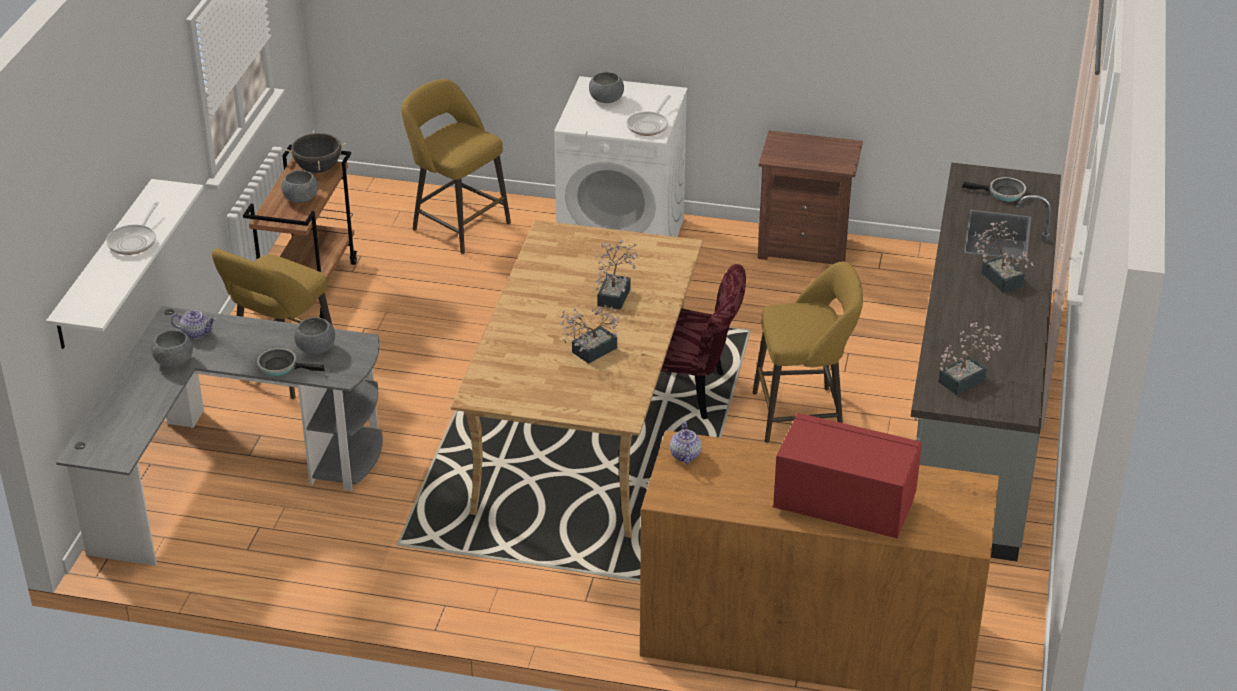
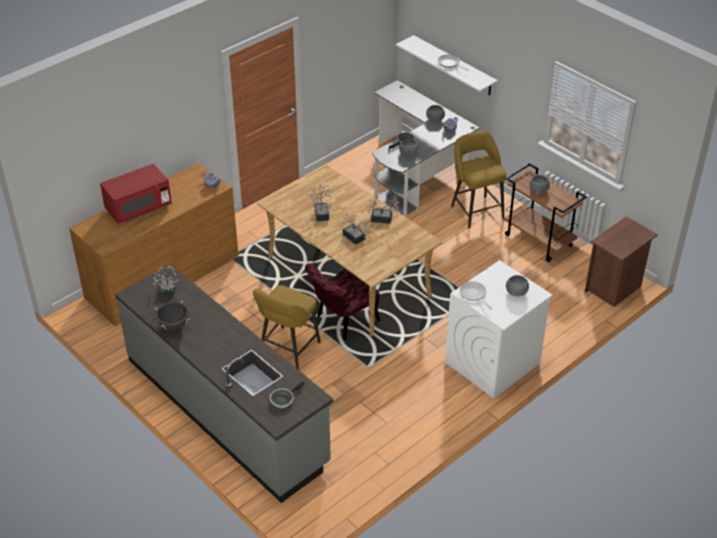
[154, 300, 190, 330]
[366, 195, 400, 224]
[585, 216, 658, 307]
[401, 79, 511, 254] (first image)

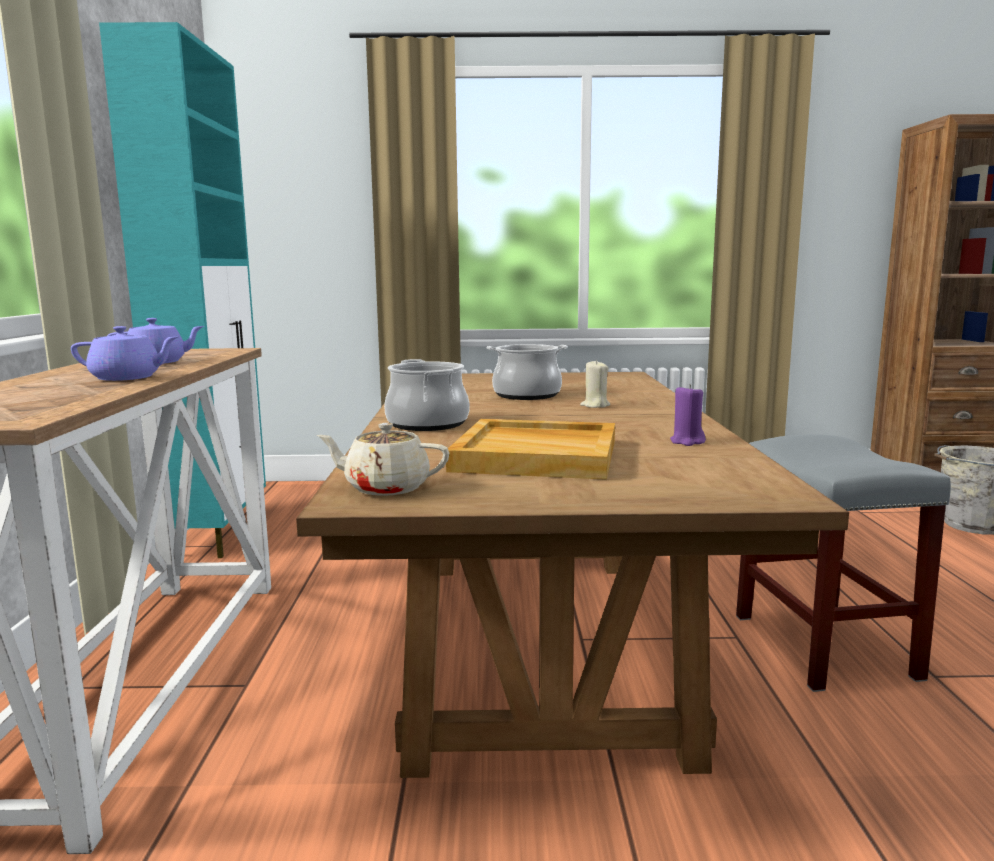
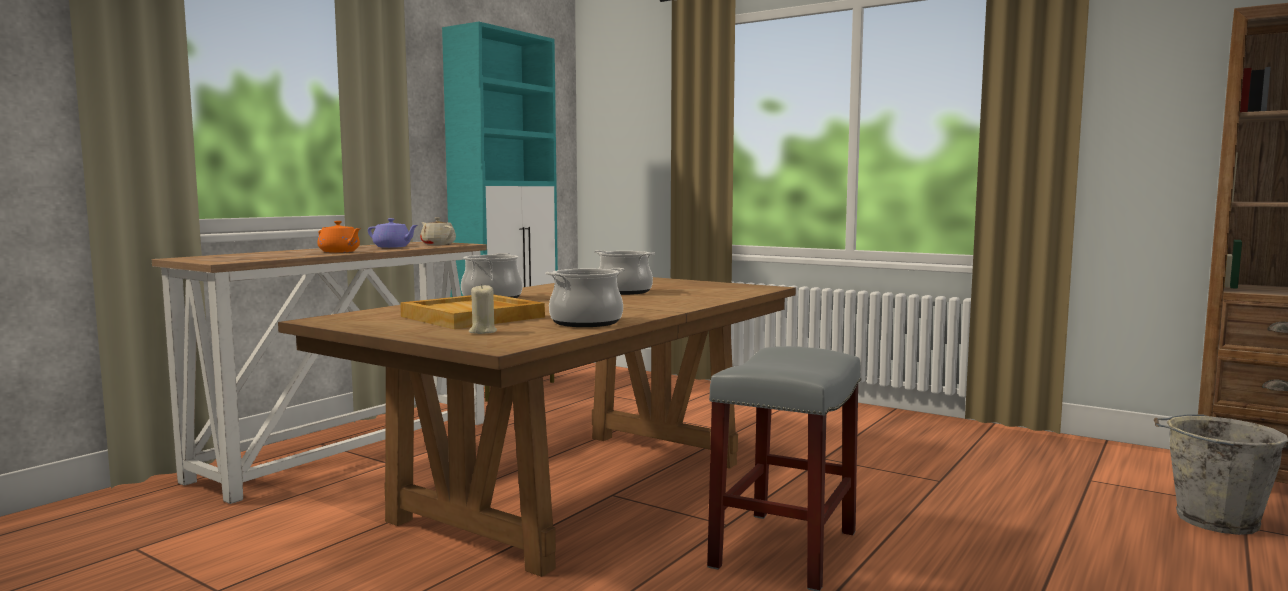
[317, 221, 361, 253]
[420, 217, 456, 245]
[469, 284, 497, 334]
[545, 268, 625, 327]

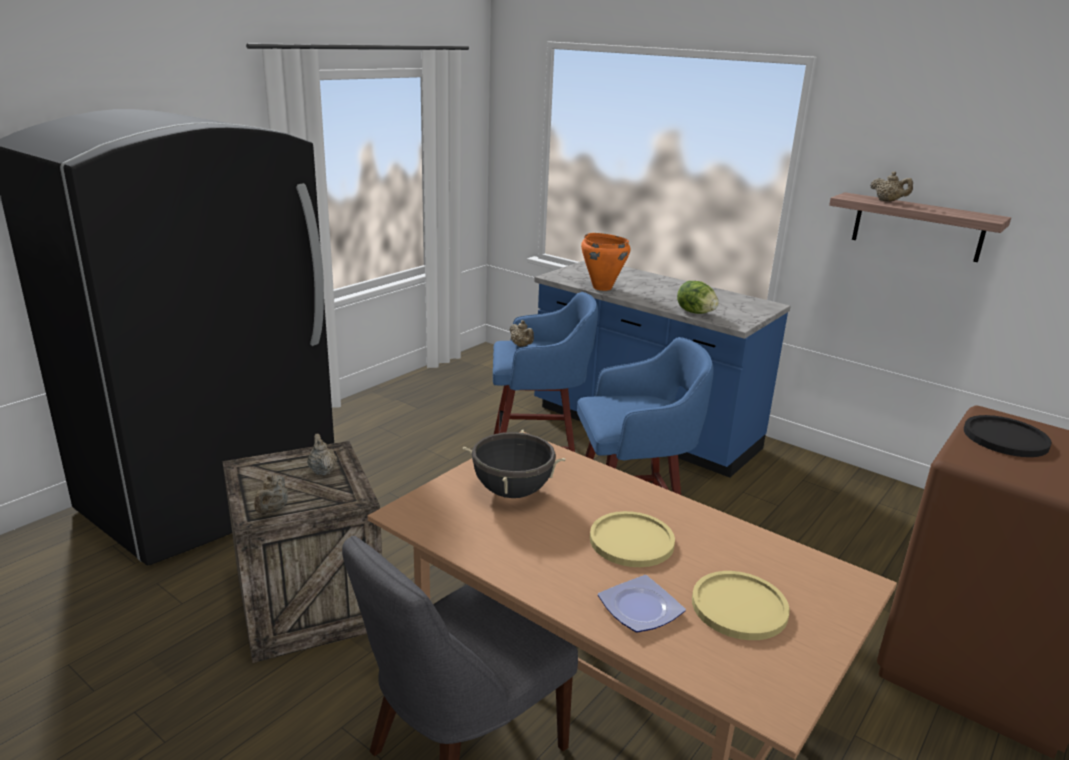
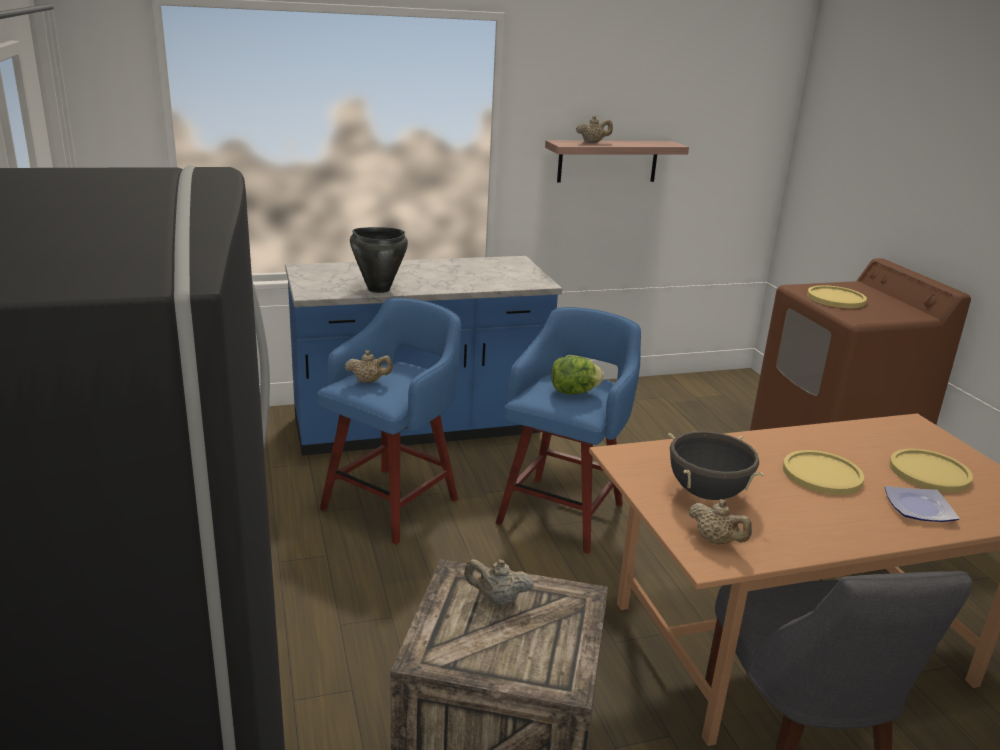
[350, 227, 408, 293]
[551, 356, 604, 394]
[688, 499, 752, 544]
[807, 285, 867, 308]

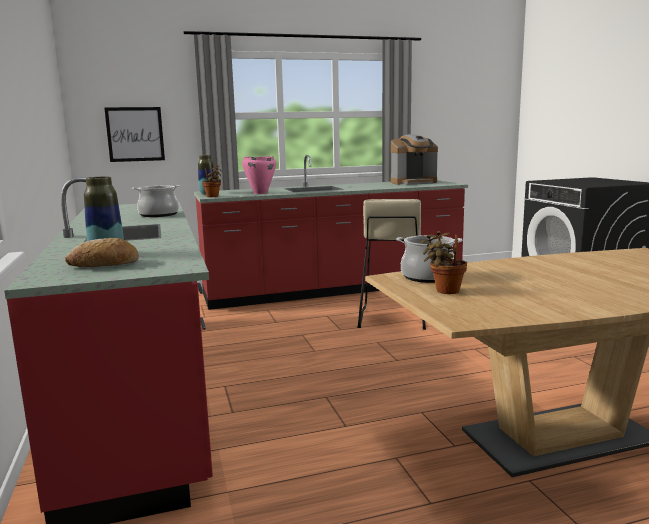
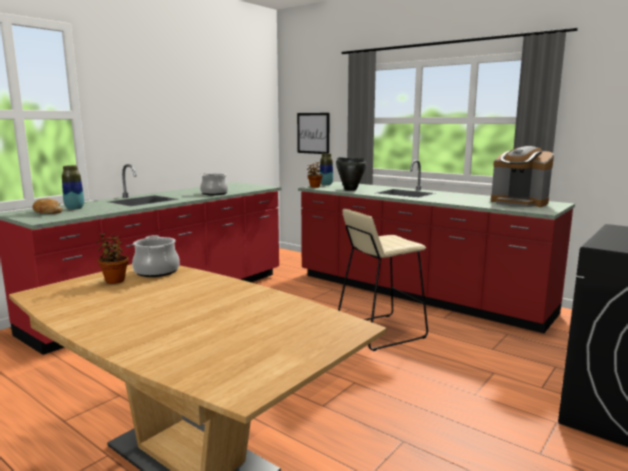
[336, 157, 367, 191]

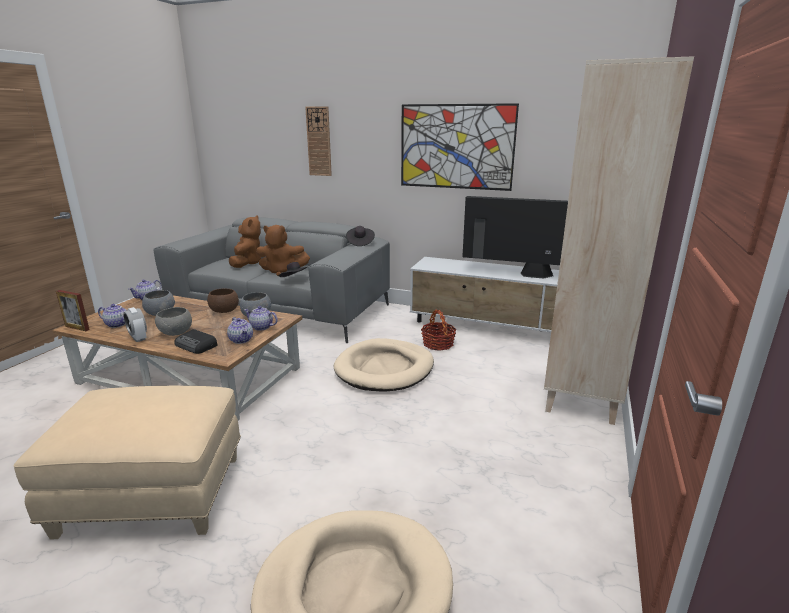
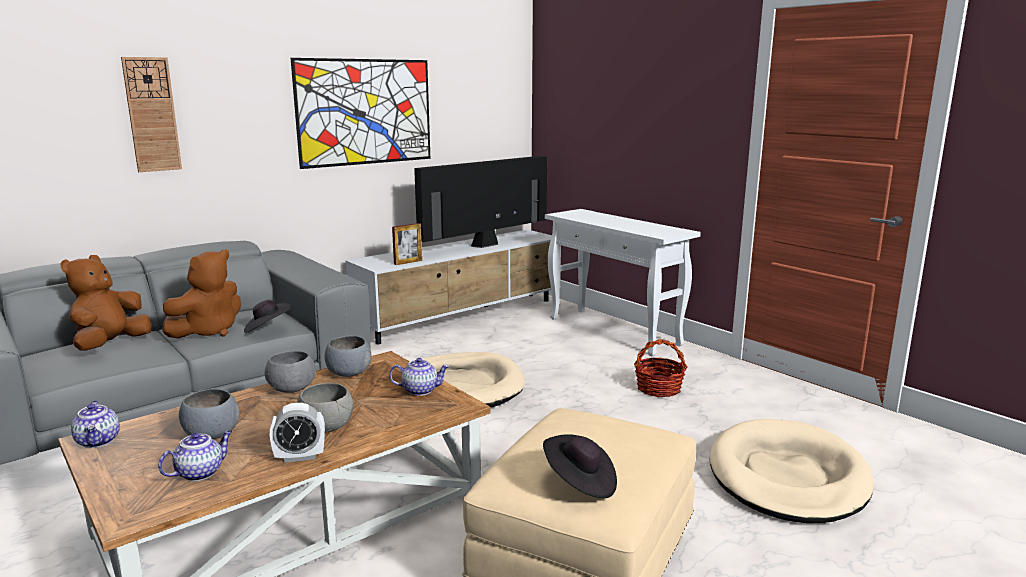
[60, 255, 152, 351]
[265, 351, 316, 393]
[392, 223, 422, 265]
[543, 434, 617, 498]
[545, 209, 701, 356]
[634, 339, 688, 397]
[174, 329, 218, 354] (first image)
[244, 306, 278, 331] (first image)

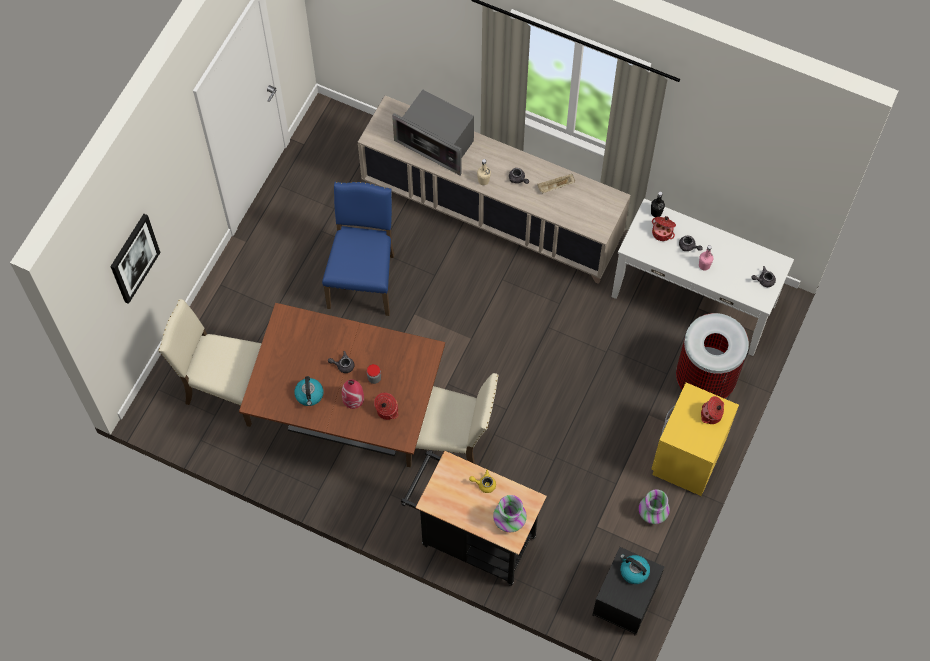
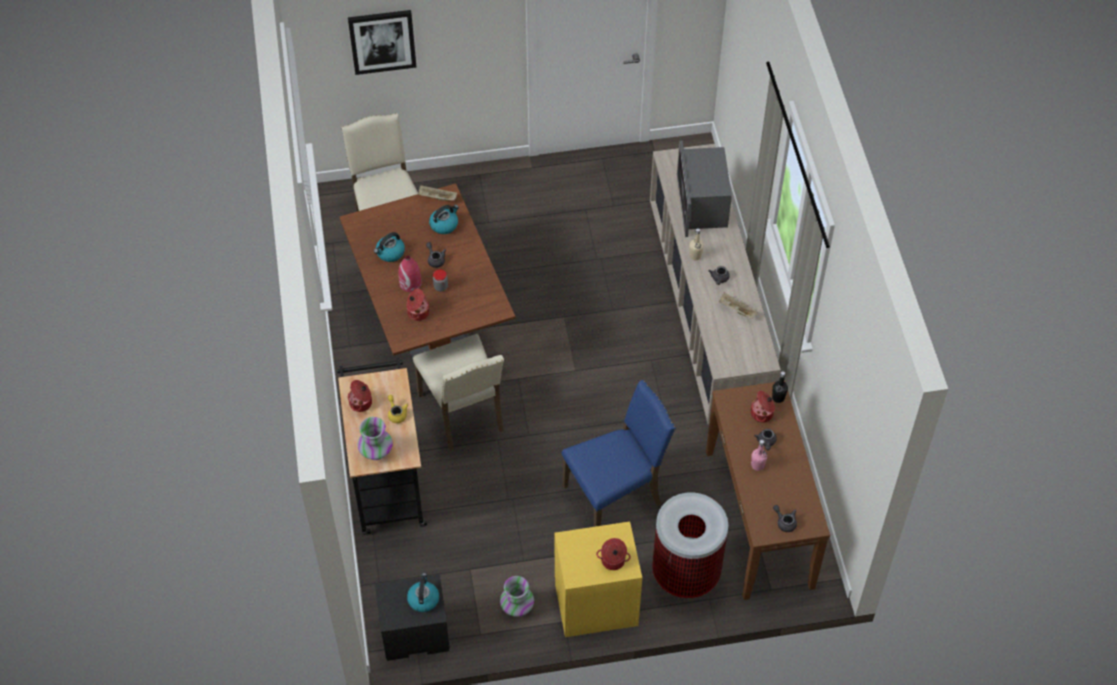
[347, 380, 372, 412]
[419, 185, 457, 201]
[429, 205, 459, 234]
[561, 380, 676, 527]
[706, 381, 830, 600]

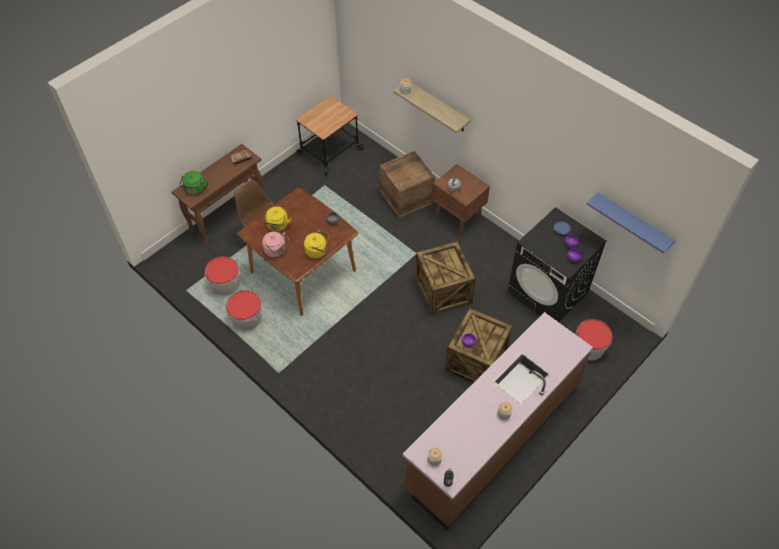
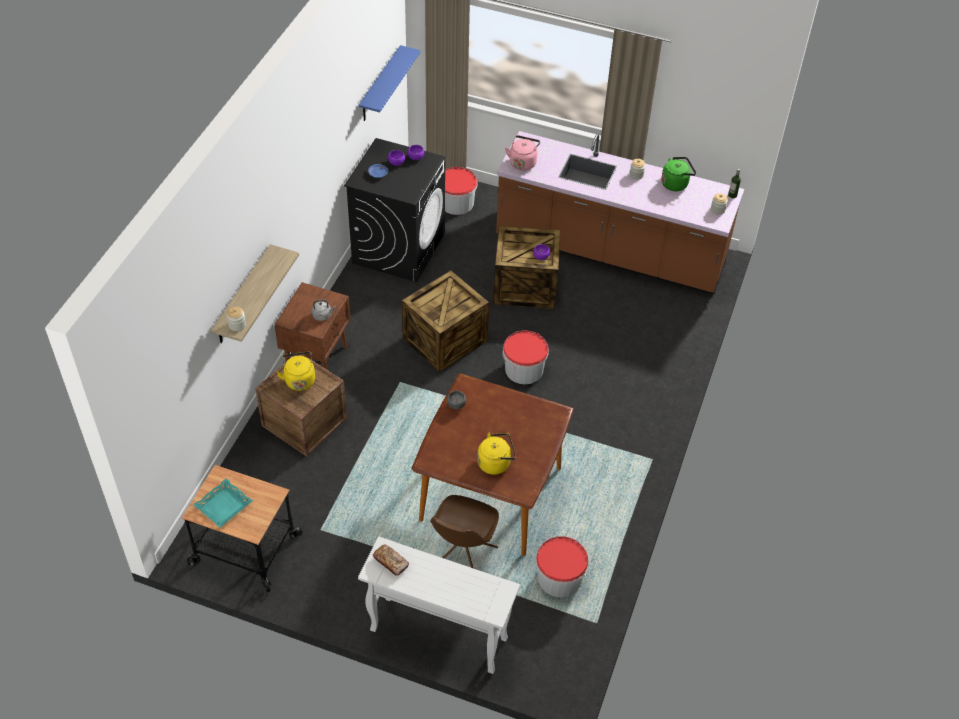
[193, 478, 253, 528]
[277, 352, 315, 391]
[358, 536, 520, 674]
[503, 330, 549, 384]
[505, 135, 540, 171]
[661, 157, 696, 191]

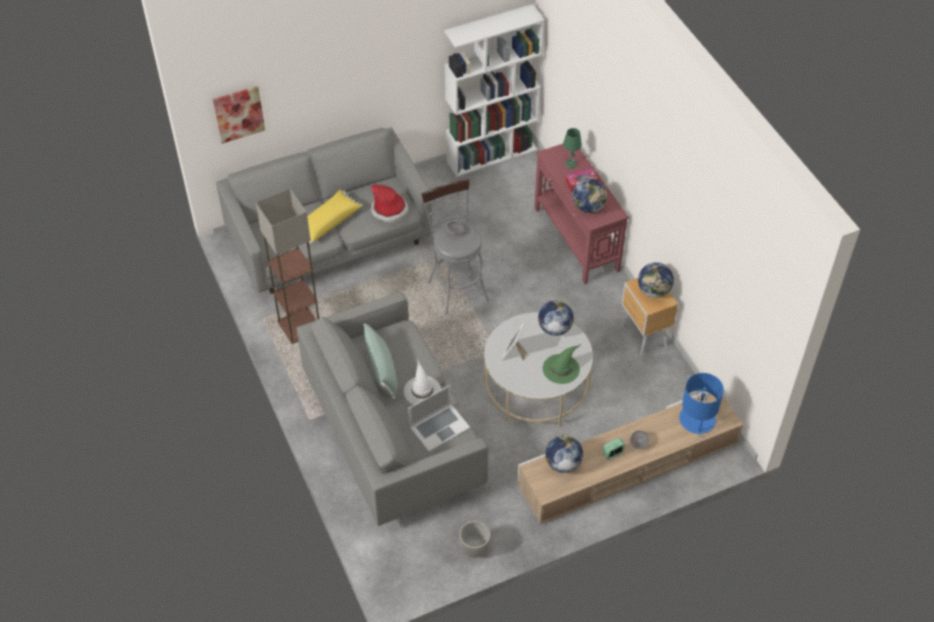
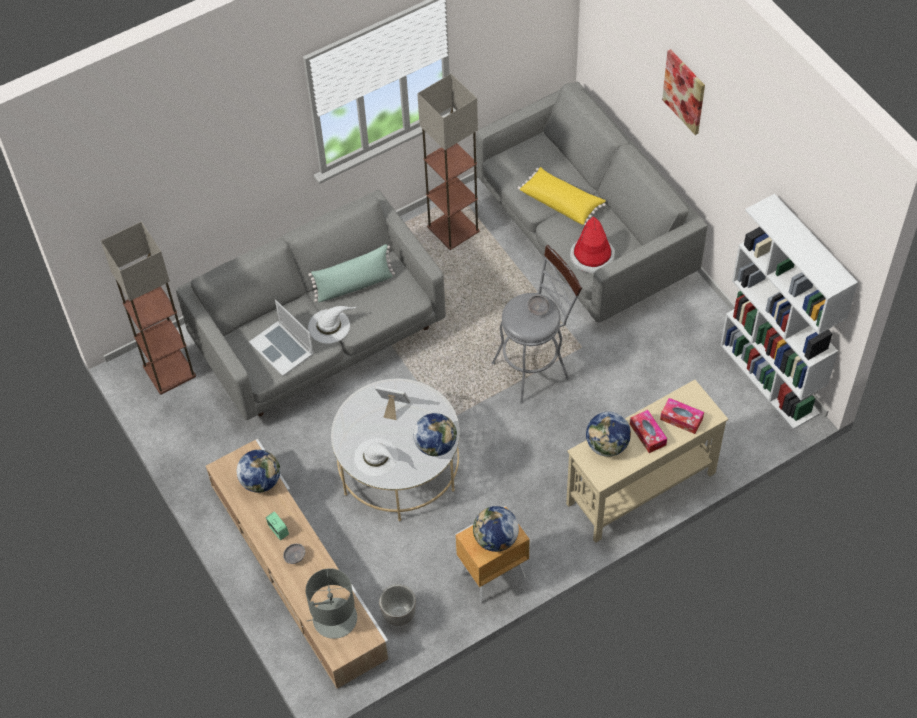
[101, 221, 196, 395]
[306, 568, 357, 639]
[354, 438, 399, 476]
[379, 584, 416, 626]
[566, 380, 728, 543]
[660, 398, 704, 434]
[662, 49, 705, 135]

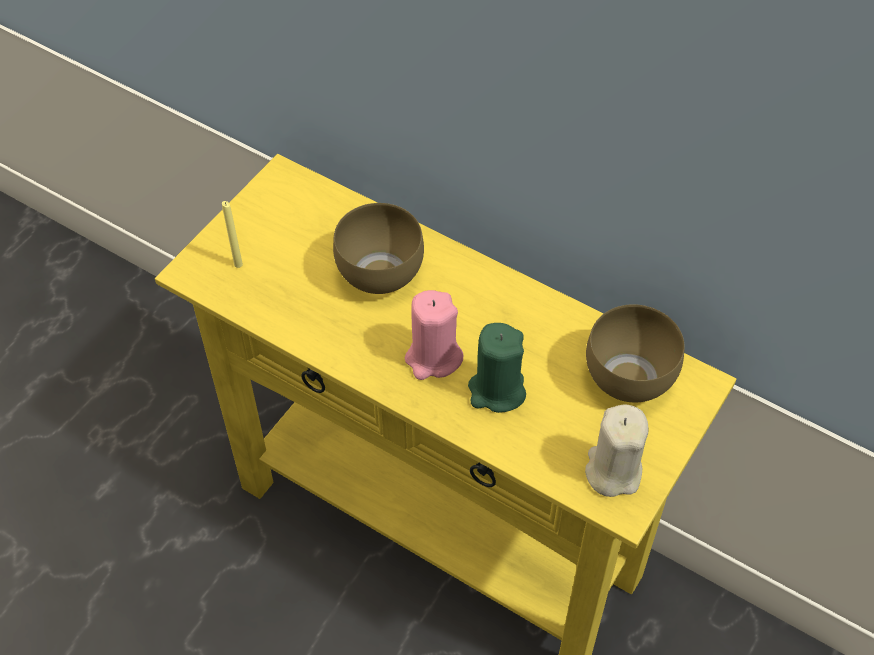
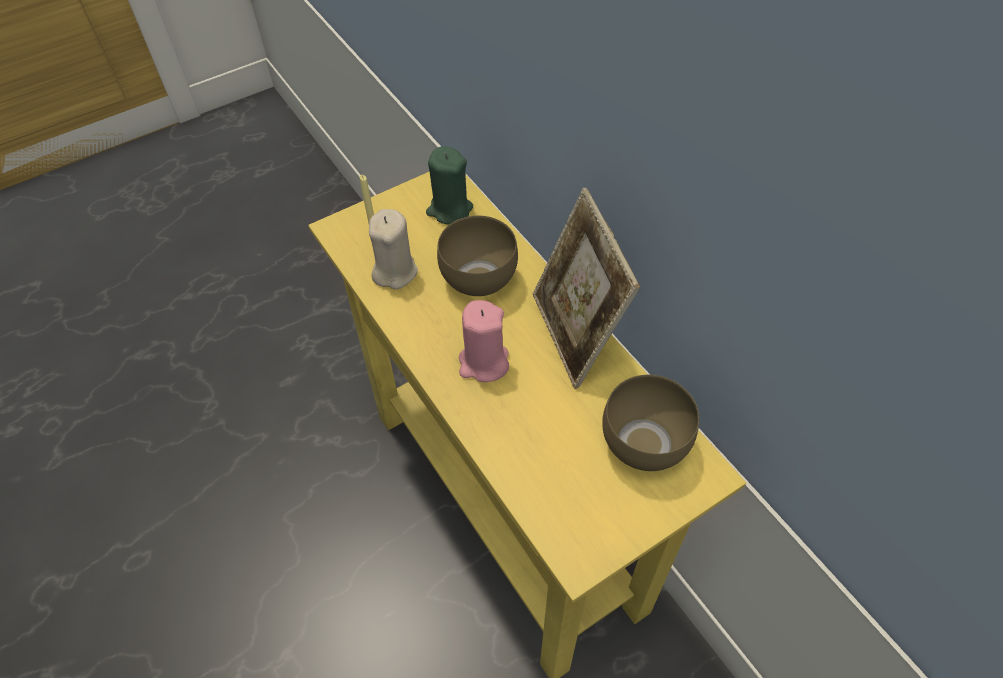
[369, 209, 418, 289]
[426, 146, 473, 225]
[533, 188, 640, 389]

